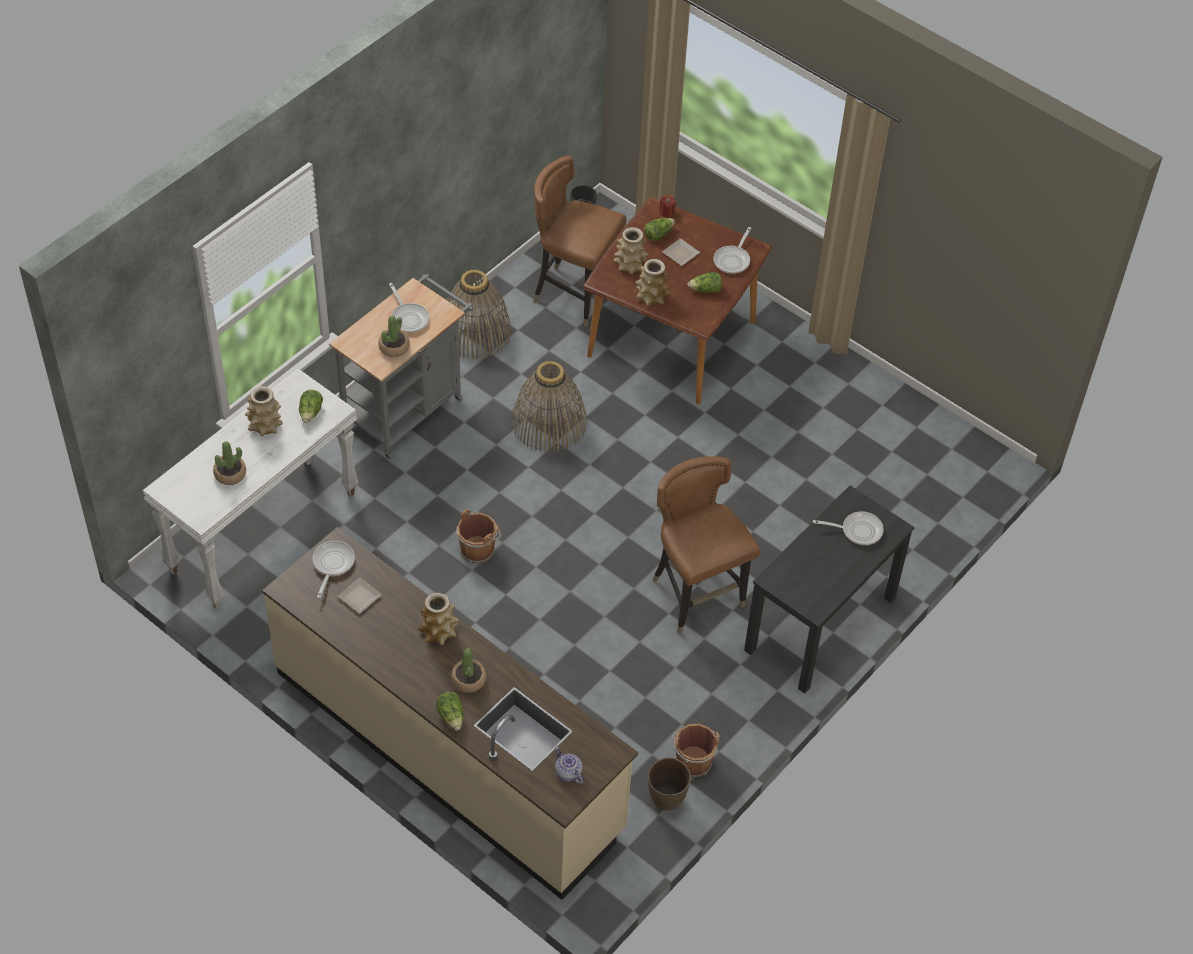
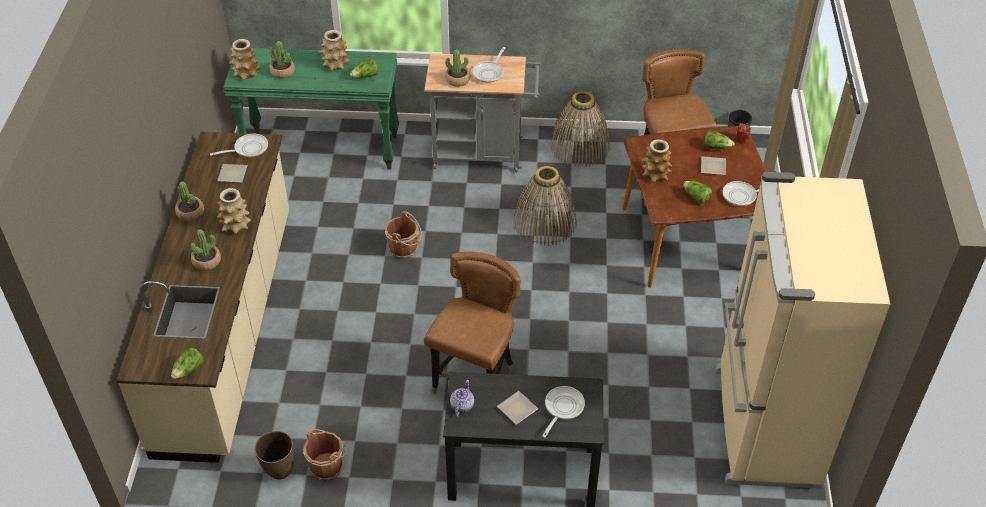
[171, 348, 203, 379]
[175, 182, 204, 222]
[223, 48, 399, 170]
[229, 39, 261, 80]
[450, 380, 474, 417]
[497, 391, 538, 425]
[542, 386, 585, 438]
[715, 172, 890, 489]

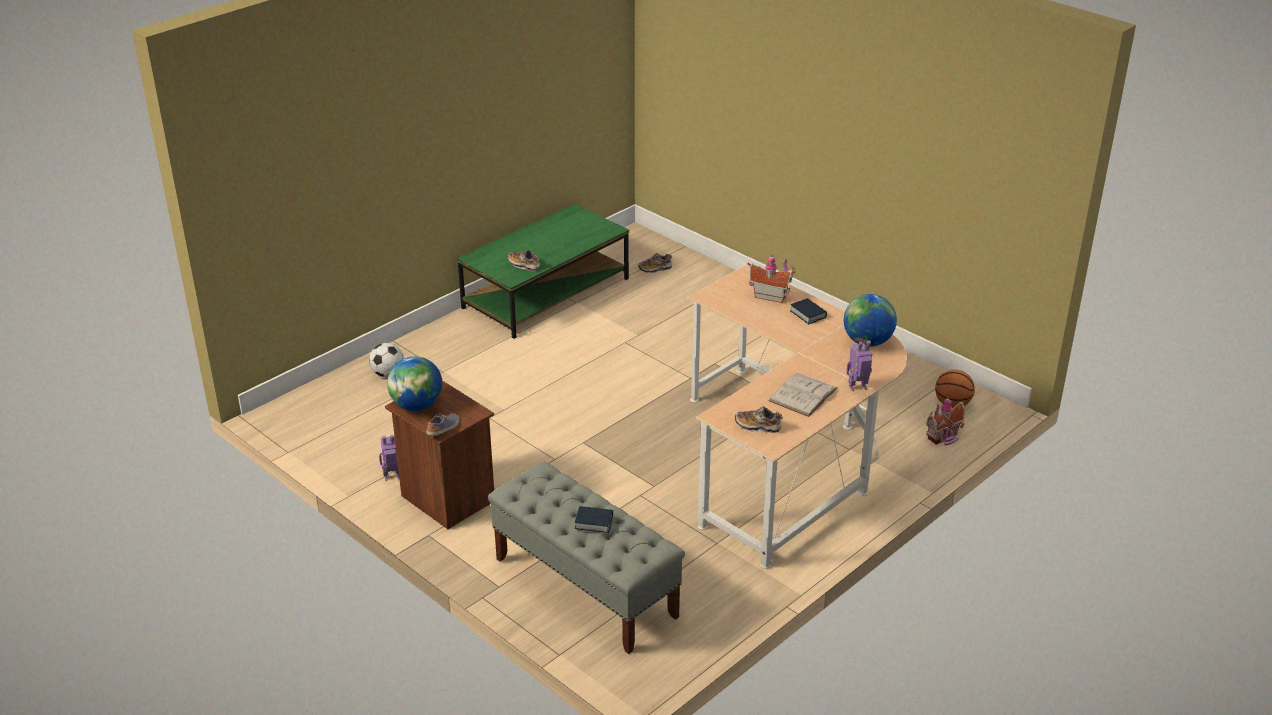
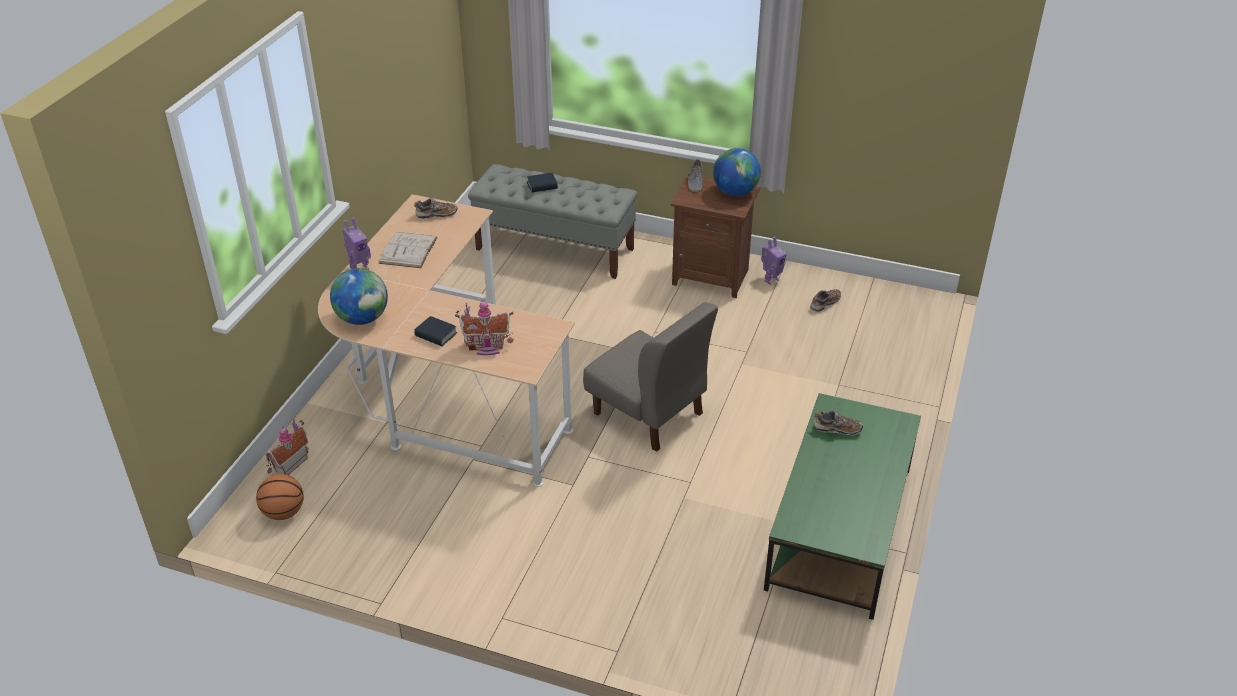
[583, 302, 718, 452]
[811, 289, 841, 312]
[369, 343, 404, 377] (first image)

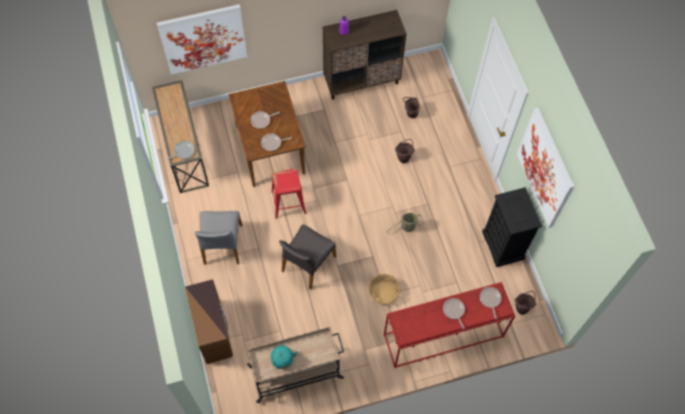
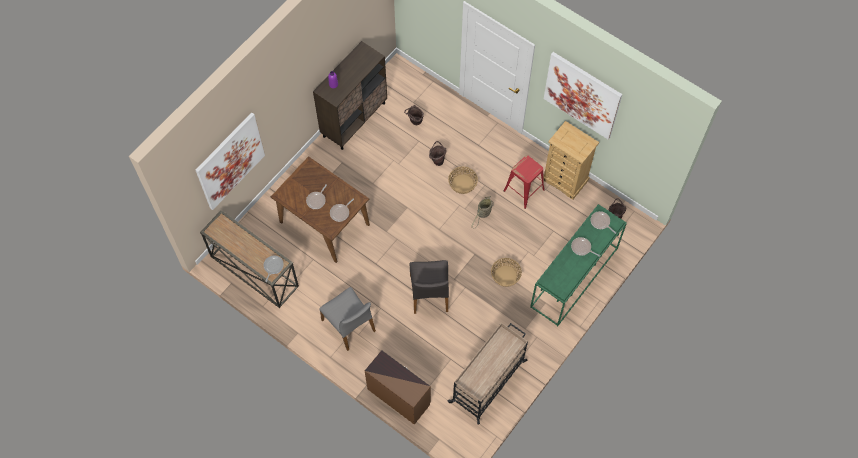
[448, 166, 478, 194]
[504, 155, 545, 209]
[530, 204, 627, 326]
[543, 121, 599, 200]
[271, 345, 297, 369] (first image)

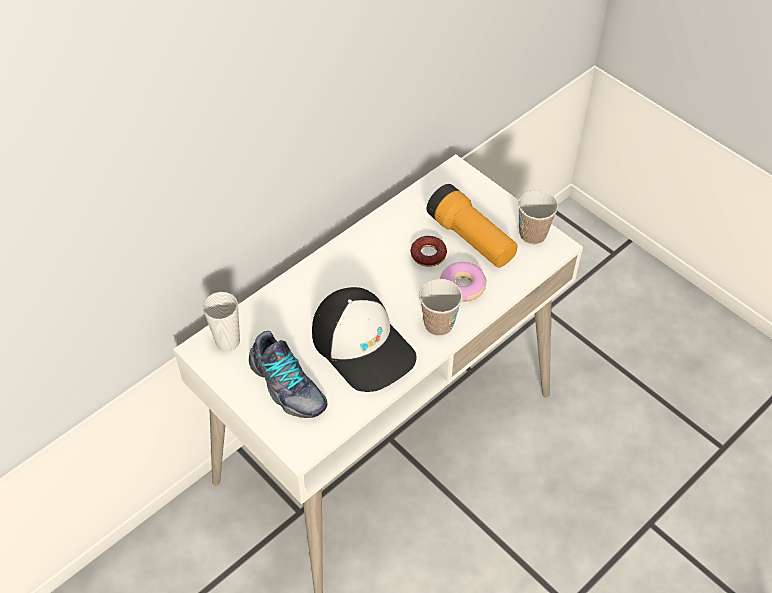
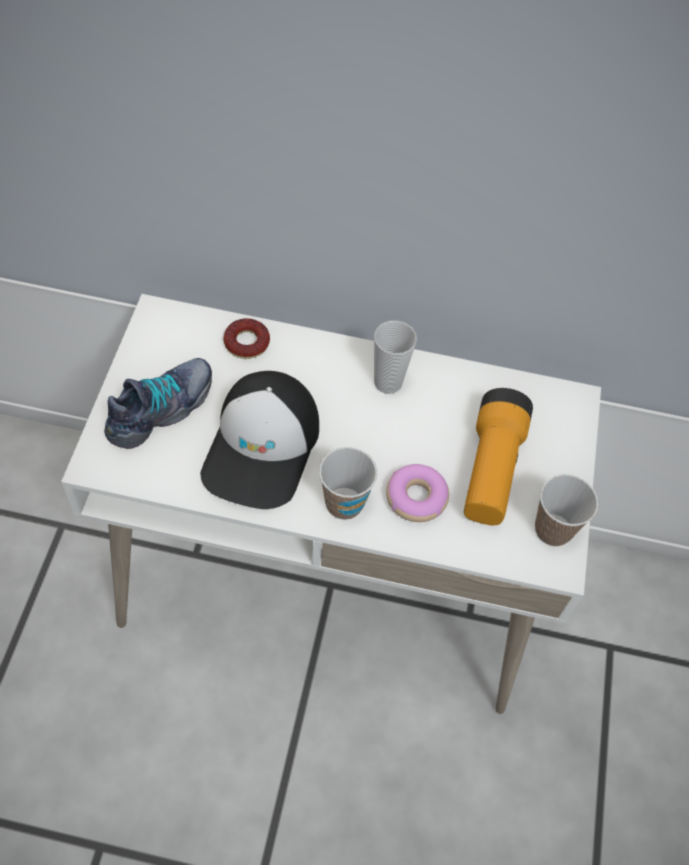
[104, 358, 212, 449]
[223, 318, 270, 359]
[374, 320, 417, 394]

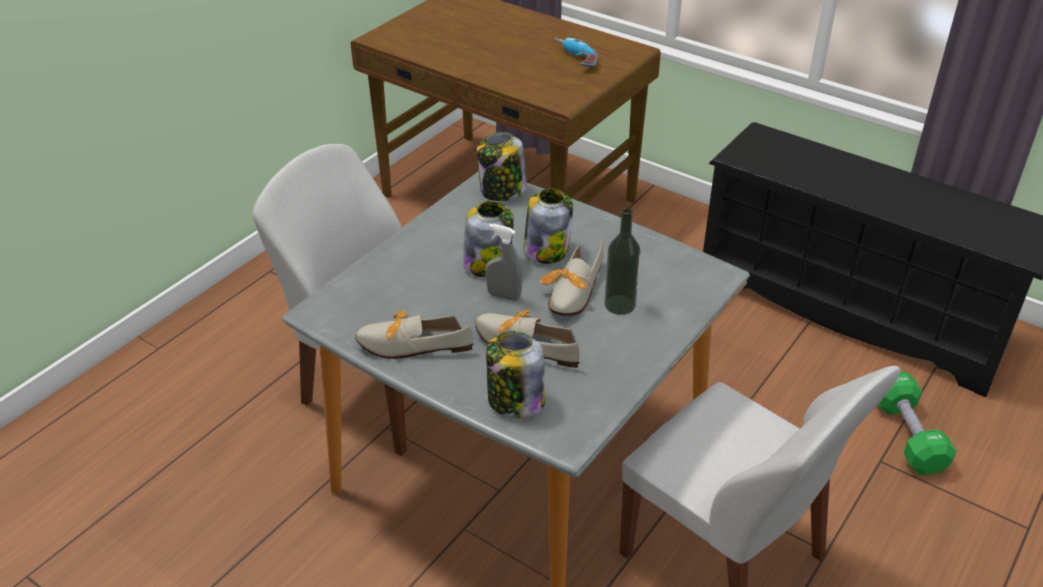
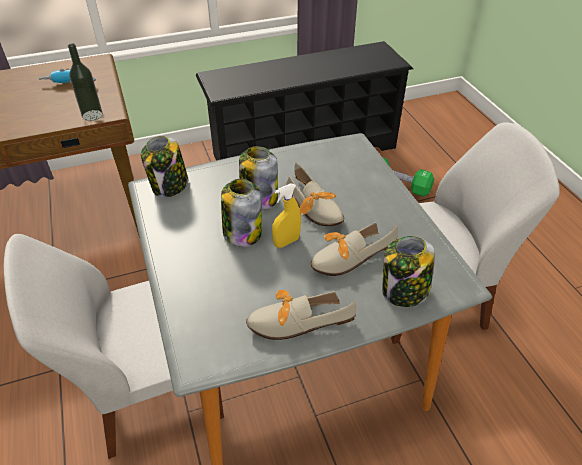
[68, 43, 103, 121]
[246, 290, 356, 340]
[272, 183, 301, 248]

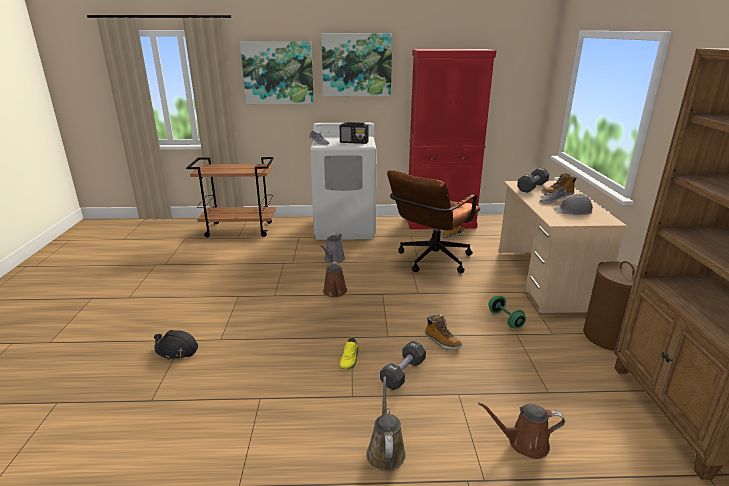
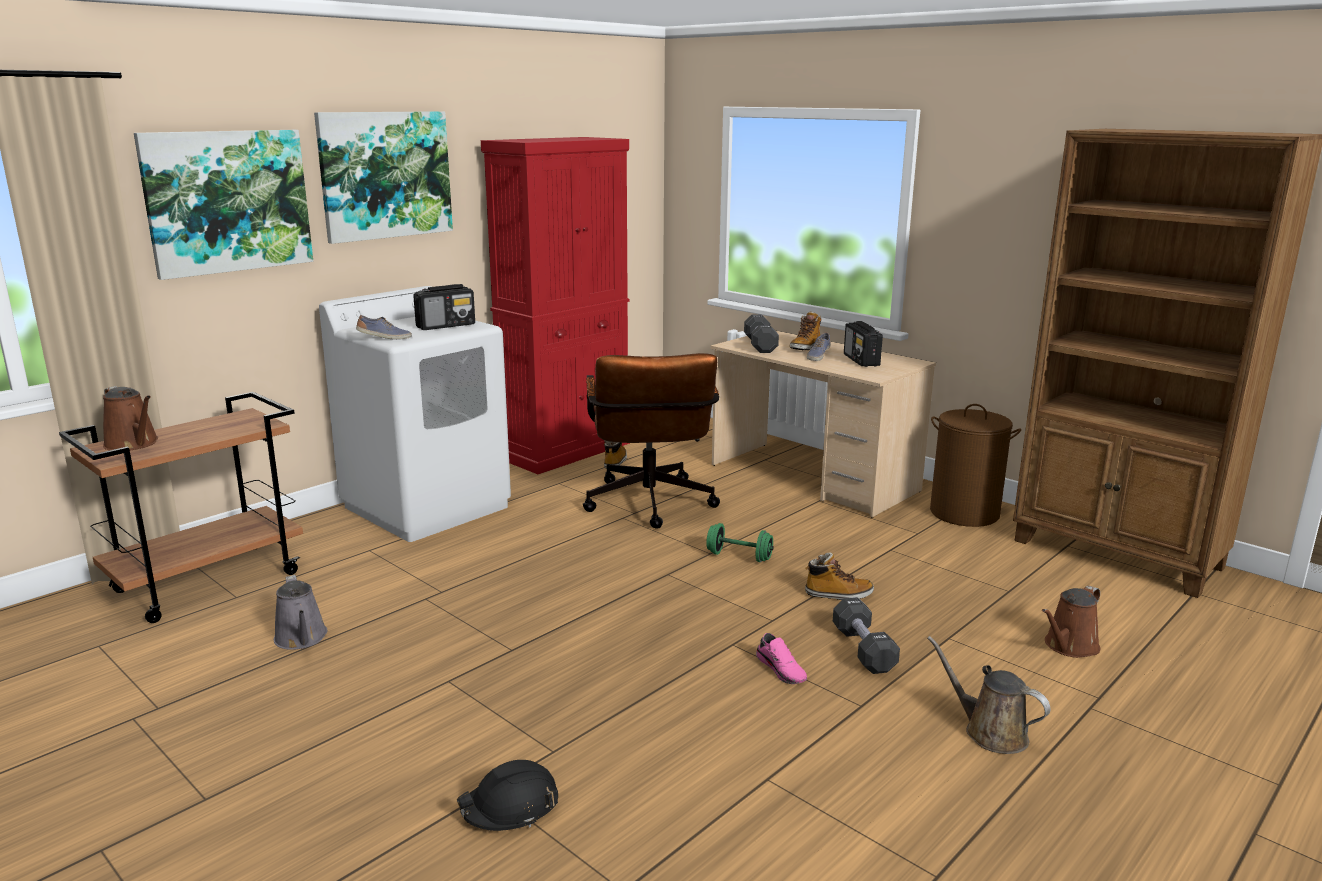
[103, 386, 158, 451]
[274, 575, 328, 650]
[706, 523, 774, 562]
[756, 633, 807, 684]
[844, 321, 883, 367]

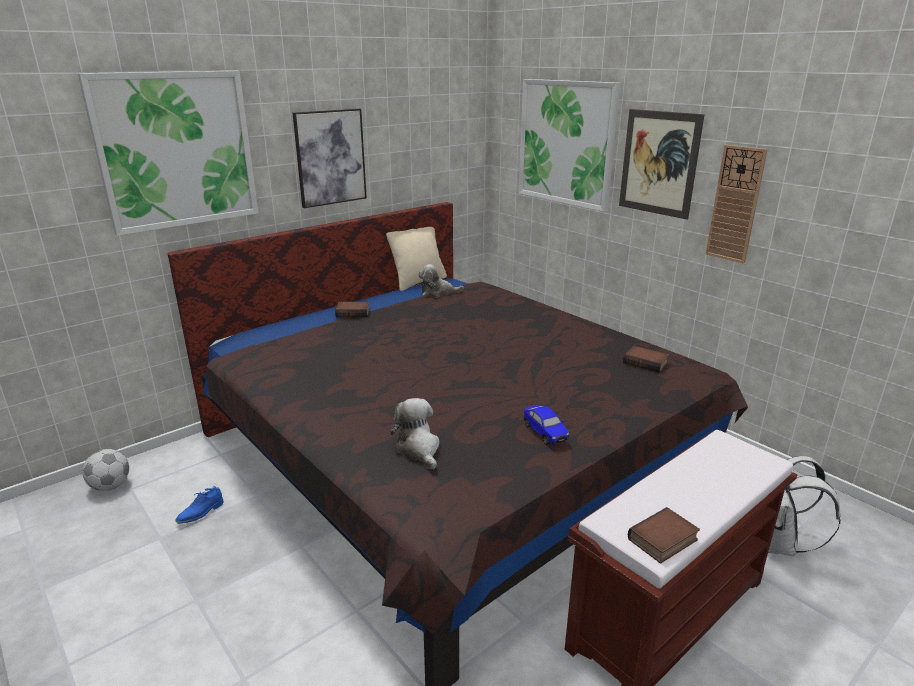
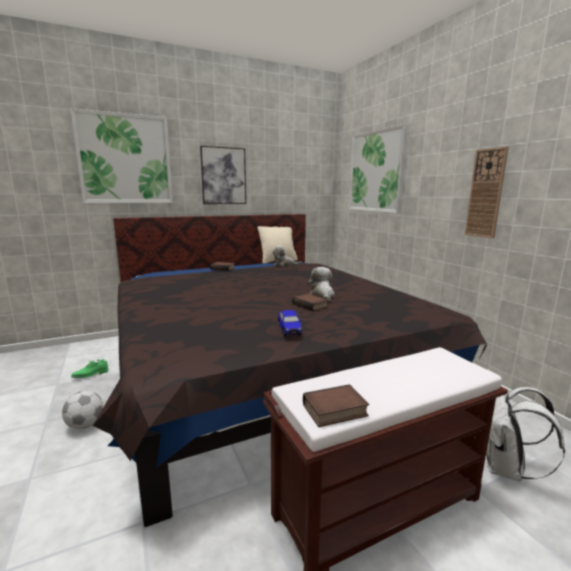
[62, 391, 104, 429]
[71, 359, 108, 378]
[292, 293, 328, 311]
[307, 267, 335, 301]
[619, 109, 705, 219] (first image)

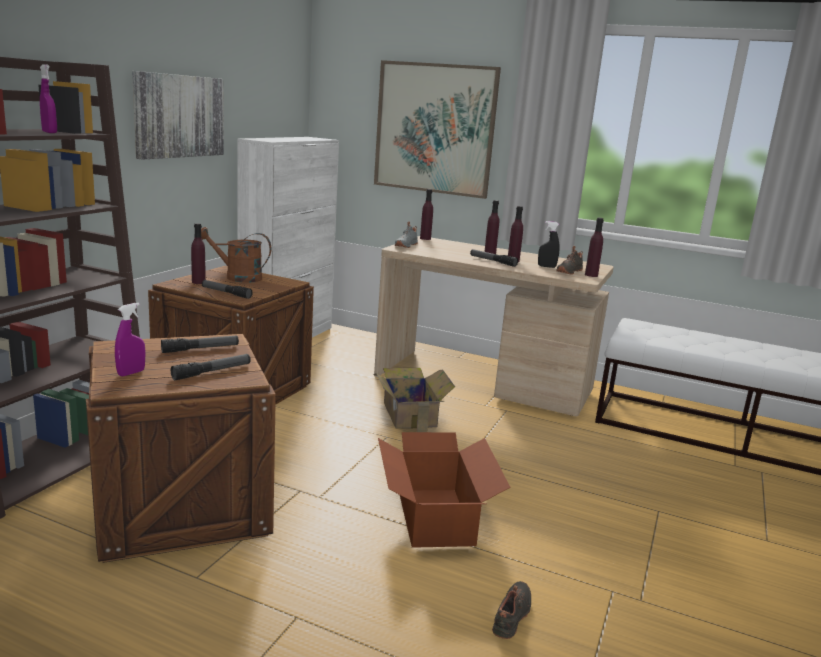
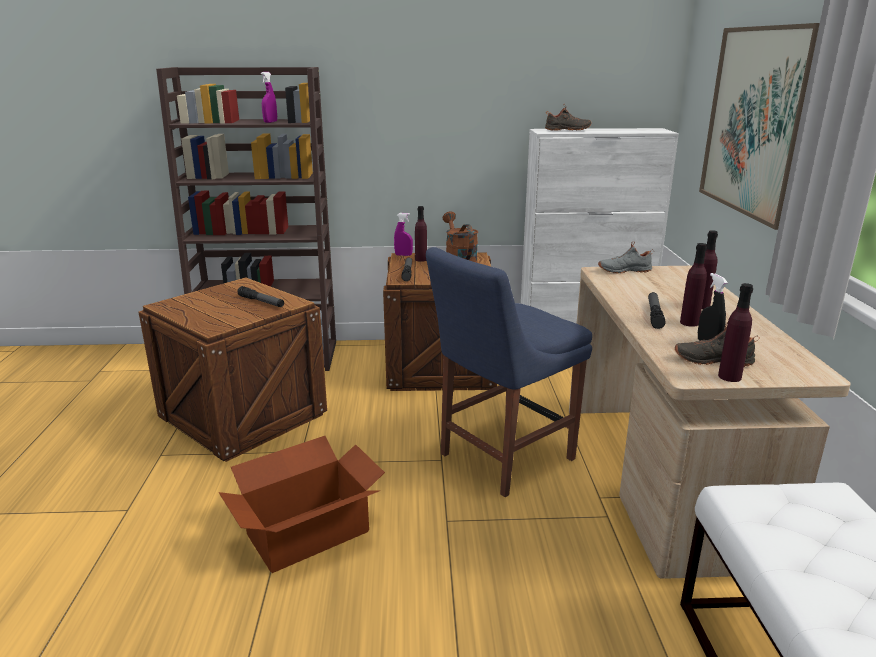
[394, 213, 413, 256]
[426, 247, 592, 497]
[545, 106, 591, 131]
[132, 71, 224, 160] (first image)
[171, 354, 251, 380] (first image)
[420, 189, 433, 240] (first image)

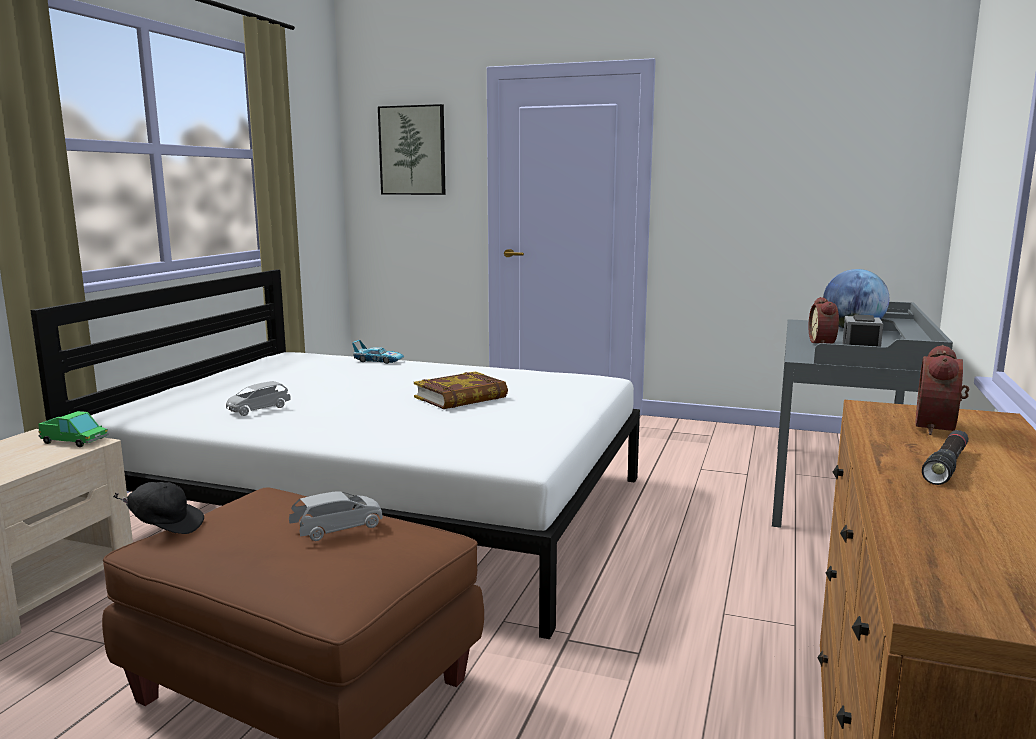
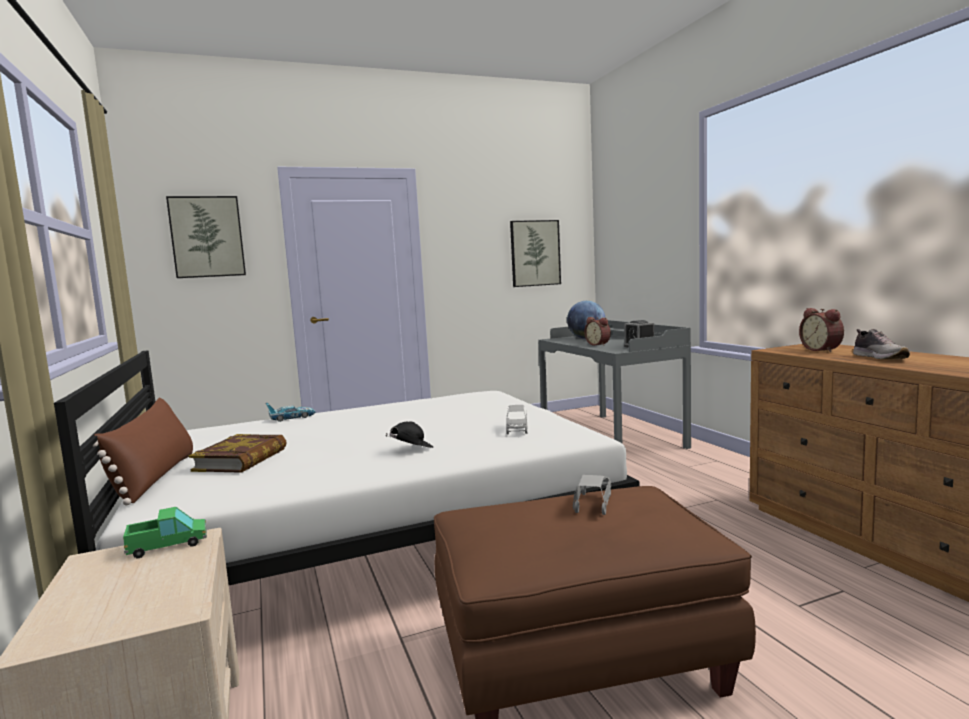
[93, 397, 193, 506]
[189, 434, 287, 473]
[386, 421, 433, 448]
[506, 405, 527, 434]
[510, 220, 561, 287]
[853, 329, 910, 360]

